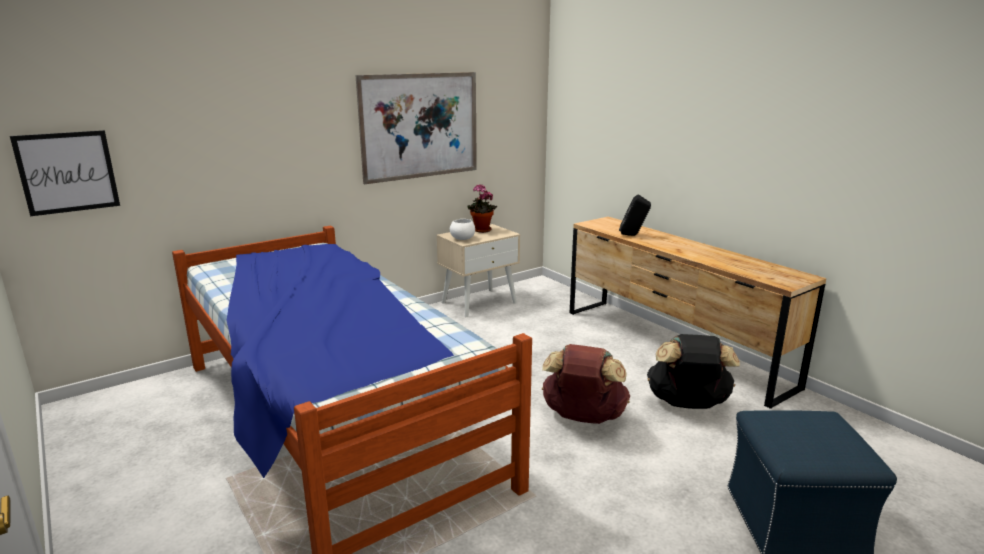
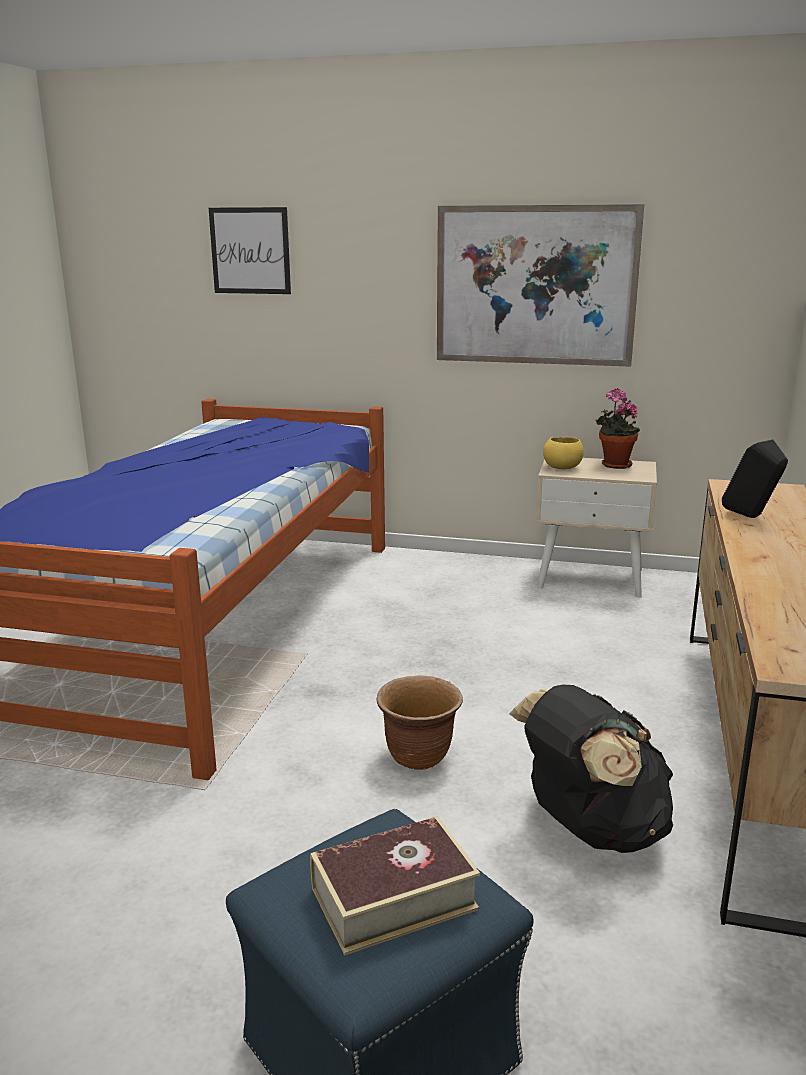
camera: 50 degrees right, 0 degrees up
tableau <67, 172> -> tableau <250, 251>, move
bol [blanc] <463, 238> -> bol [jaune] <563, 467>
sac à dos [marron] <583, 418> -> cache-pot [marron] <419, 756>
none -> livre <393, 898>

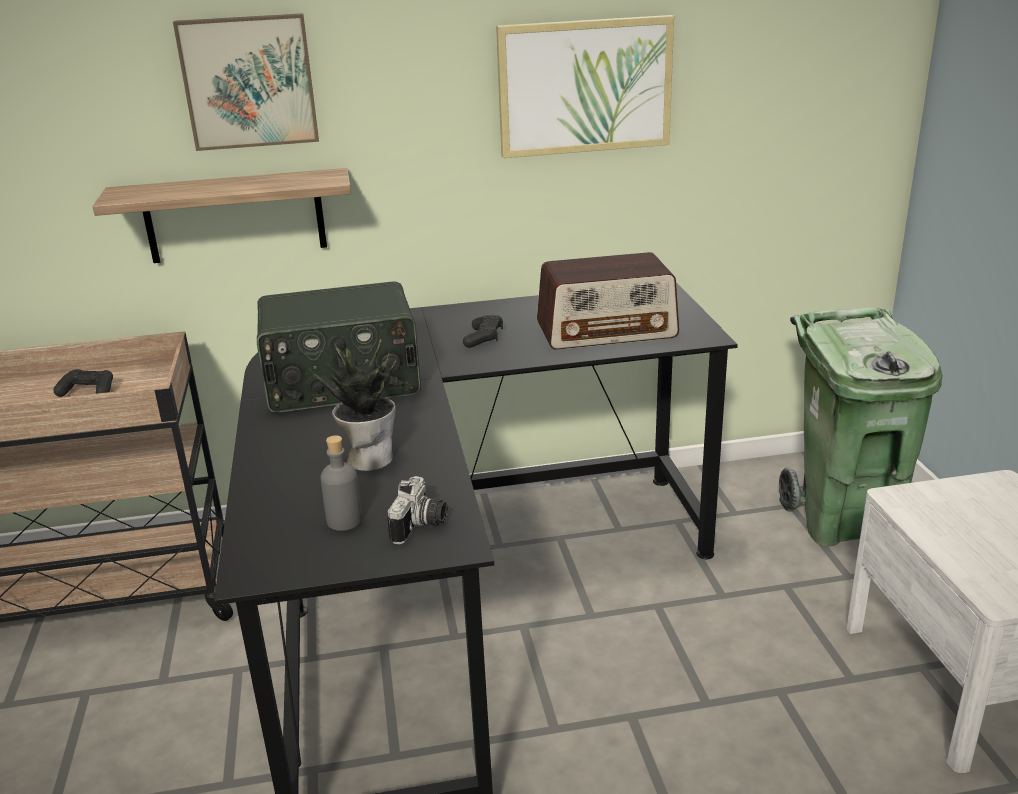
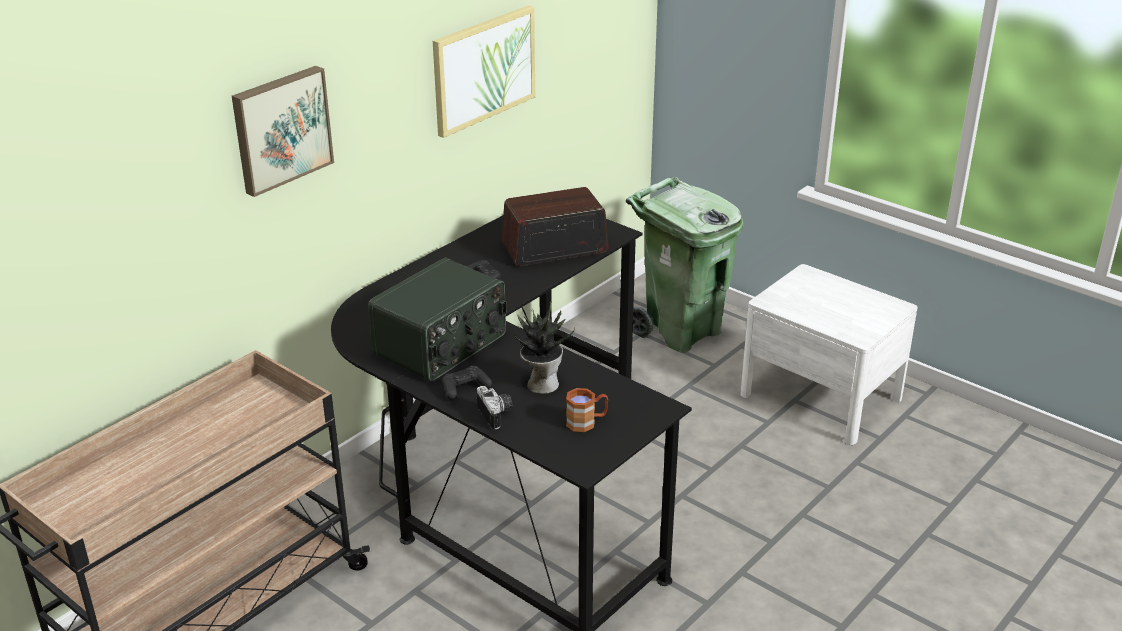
camera: 40 degrees left, 5 degrees up
étagère <235, 216> -> none
radio <607, 330> -> radio <554, 248>, 150 degrees counterclockwise
manette [noir] <88, 391> -> manette [noir] <465, 388>, move
bouteille [gris] <344, 521> -> mug [marron] <586, 422>
appareil photo <422, 526> -> appareil photo <497, 414>, move

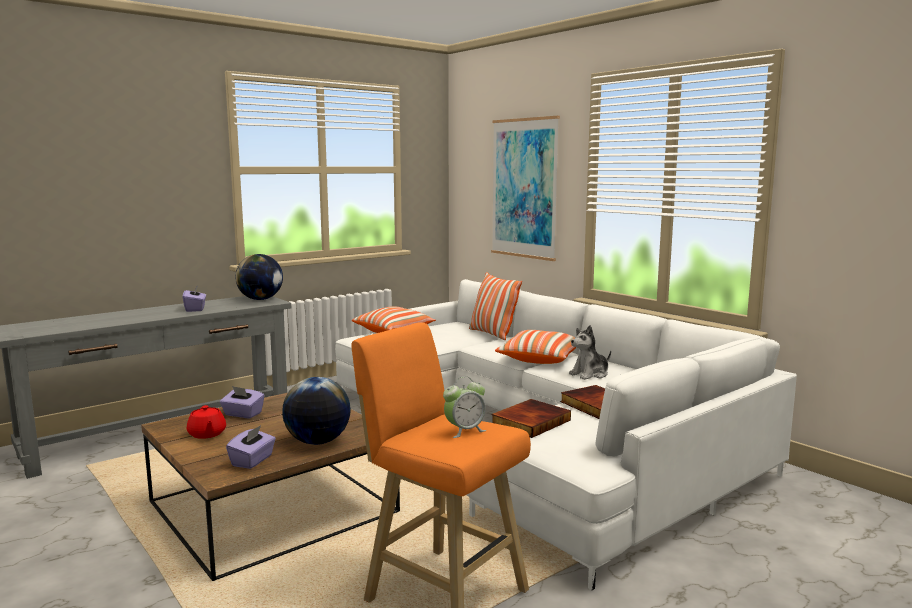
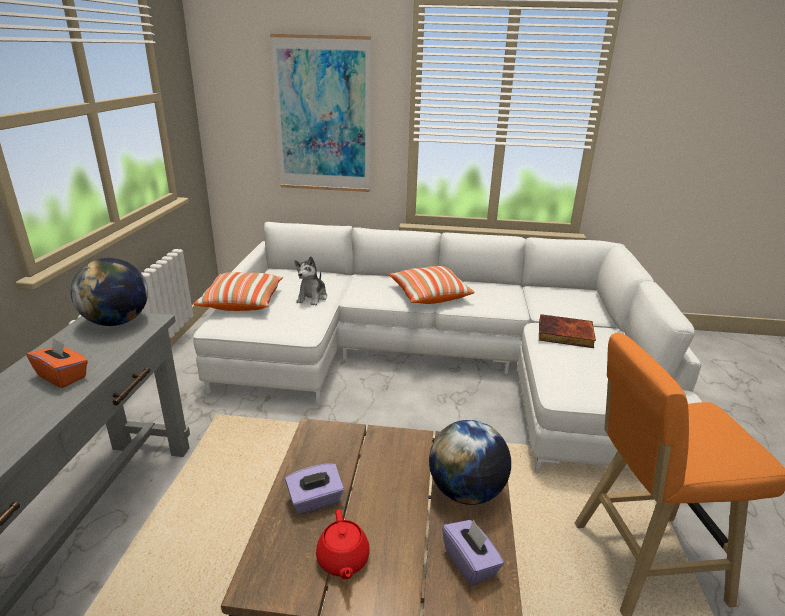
camera: 45 degrees left, 15 degrees up
coussin <492, 334> -> none
boîte à mouchoirs [violet] <195, 309> -> boîte à mouchoirs [orange] <63, 376>
peluche <590, 374> -> peluche <312, 297>, move
réveil <464, 431> -> none
livre <530, 421> -> none
théière [rouge] <207, 434> -> théière [rouge] <342, 560>, 60 degrees clockwise

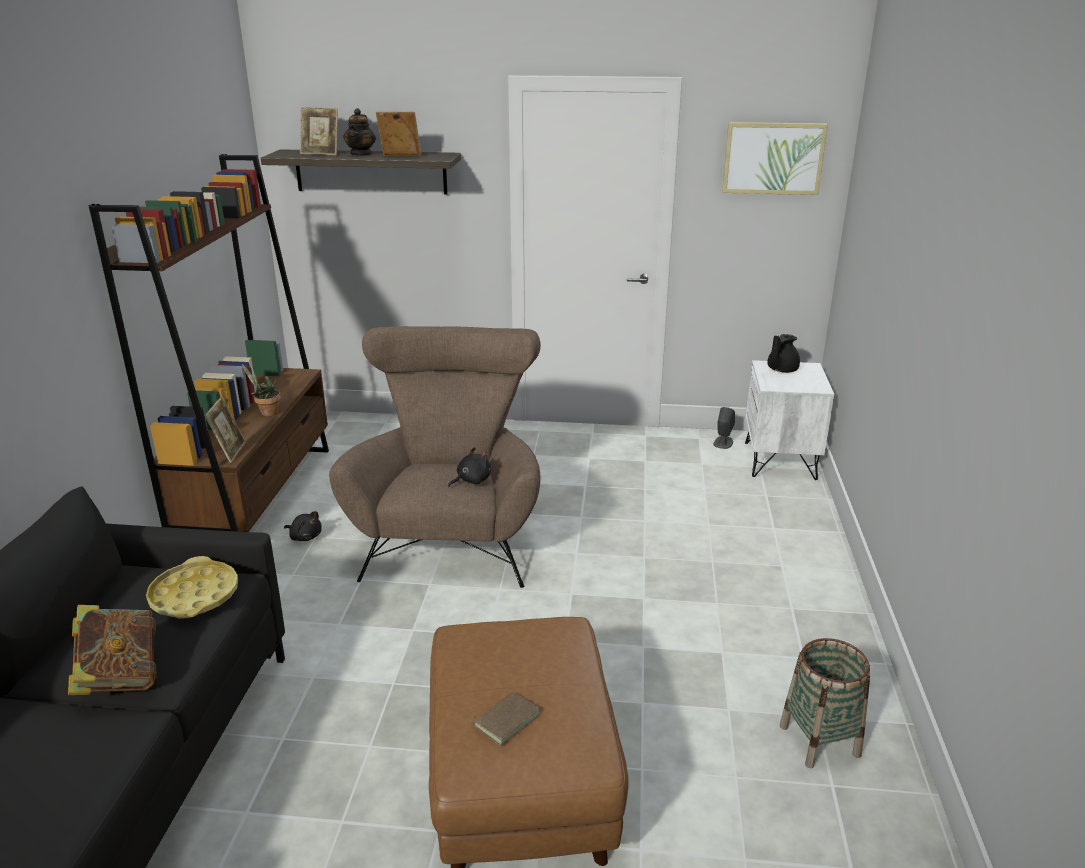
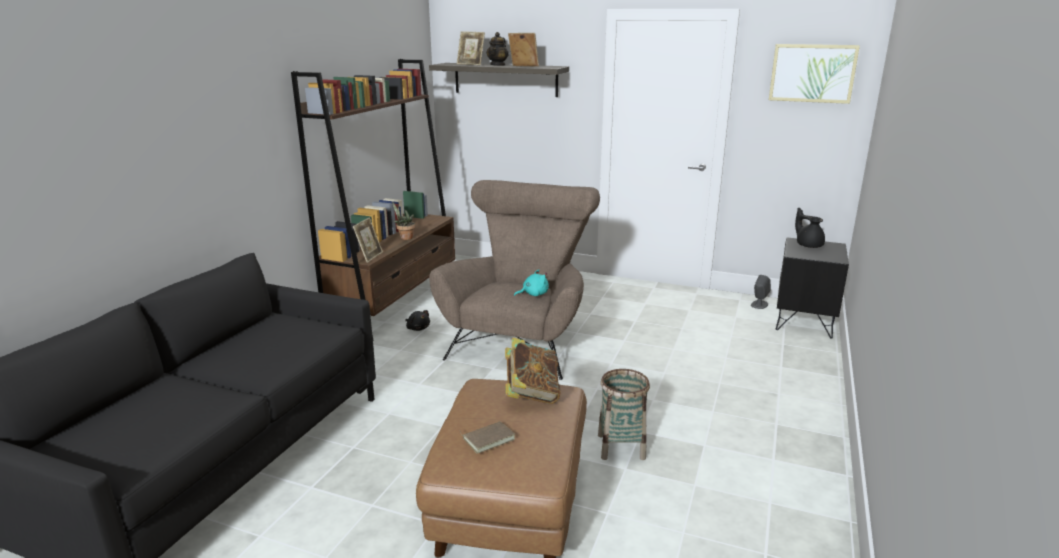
camera: 15 degrees right, 5 degrees down
théière [noir] <781, 370> -> théière [noir] <808, 245>, 90 degrees clockwise
table de chevet [blanc] <780, 461> -> table de chevet [noir] <804, 322>
peluche [noir] <471, 480> -> peluche [turquoise] <533, 294>
plateau [jaune] <194, 596> -> none
livre <120, 677> -> livre <531, 393>, move
panier <819, 740> -> panier <621, 447>, move

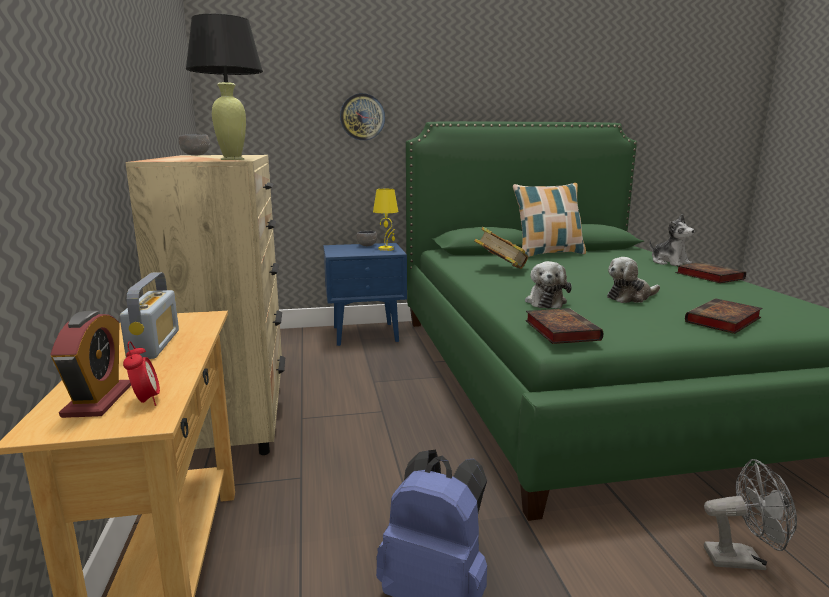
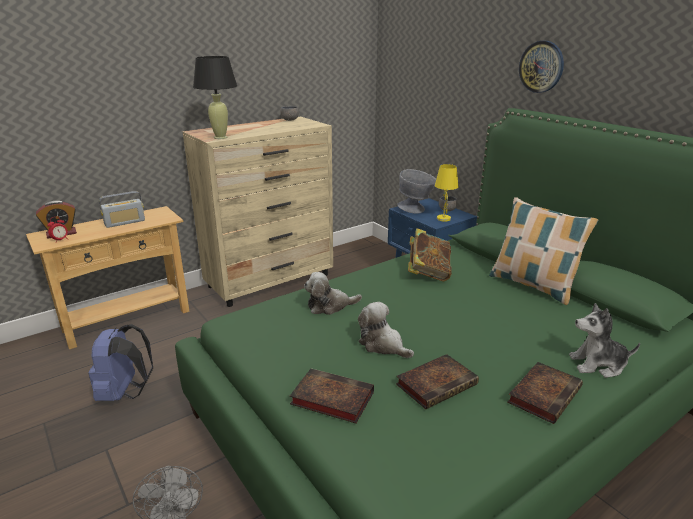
camera: 65 degrees right, 10 degrees up
horloge murale <362, 117> -> horloge murale <541, 67>, move
peluche <669, 262> -> peluche <598, 365>, 60 degrees clockwise
livre <559, 330> -> livre <437, 383>, move
none -> bol [gris] <416, 210>

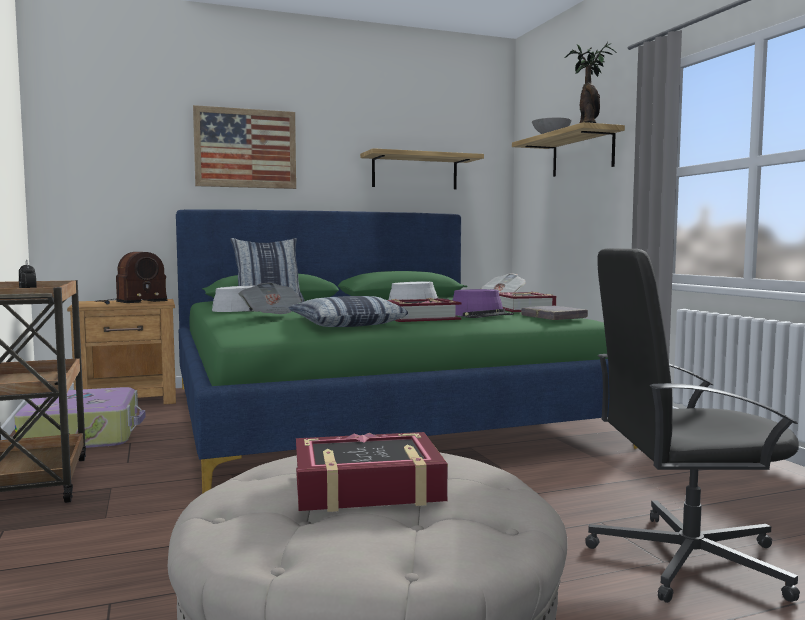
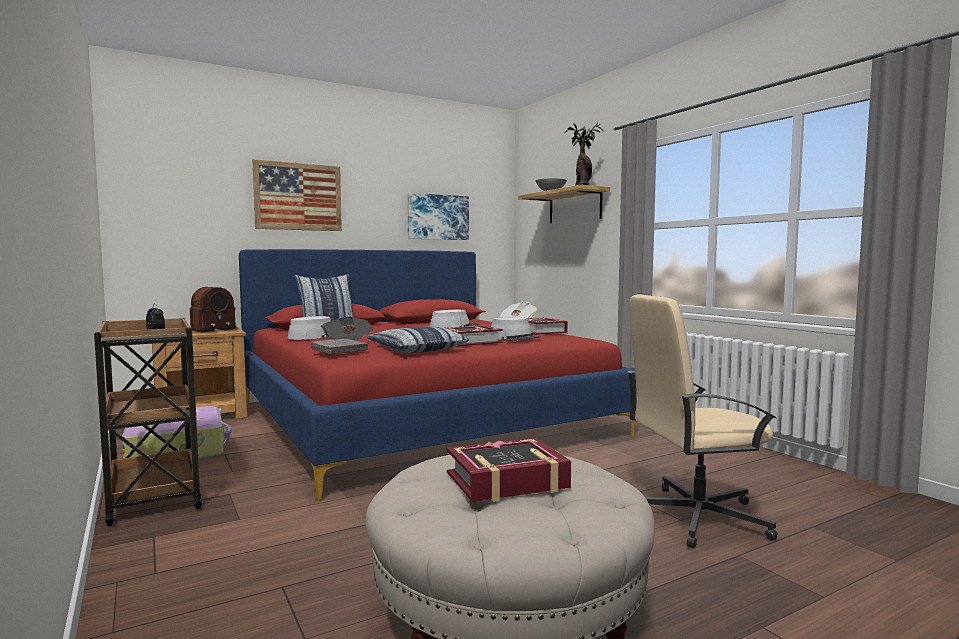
camera: 10 degrees left, 0 degrees up
étagère <415, 172> -> tableau <437, 217>
lit [vert] <372, 413> -> lit [rouge] <420, 418>
chaise de bureau [noir] <685, 559> -> chaise de bureau [beige] <695, 517>
chapeau [violet] <481, 315> -> chapeau [gris] <514, 338>
livre [gris] <553, 317> -> livre [gris] <339, 350>, move

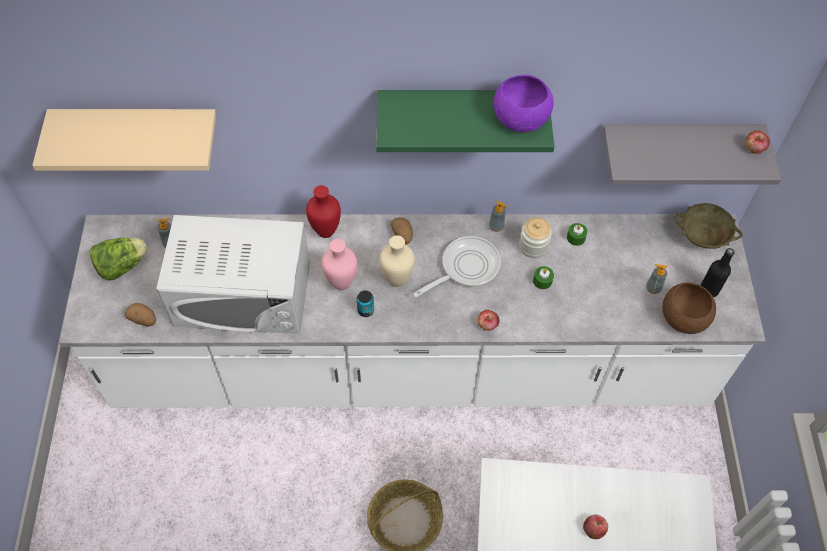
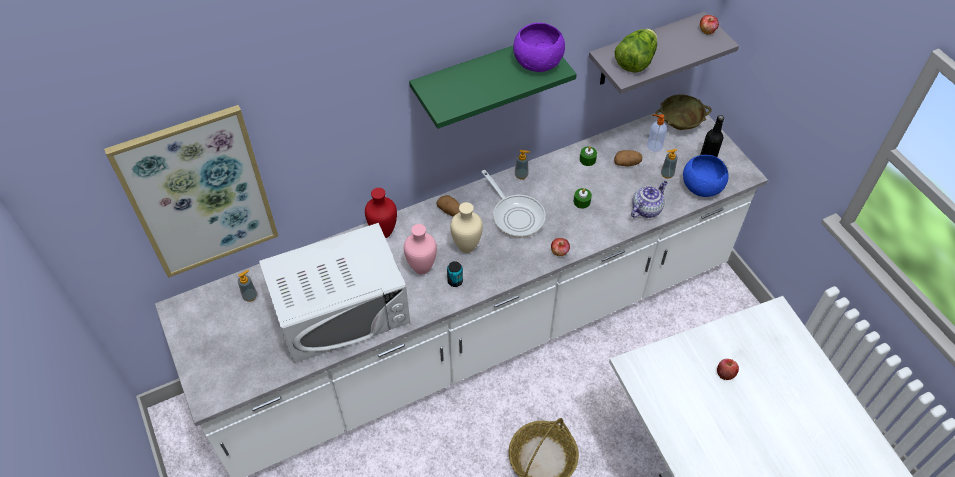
camera: 25 degrees left, 5 degrees down
étagère [beige] <138, 129> -> tableau <199, 194>
bocal <533, 246> -> none
poêle <465, 267> -> poêle <516, 215>, 120 degrees clockwise
laitue <122, 266> -> laitue <635, 62>, move
bol [marron] <683, 317> -> bol [bleu] <701, 186>
pomme de terre <143, 319> -> pomme de terre <627, 163>, move
none -> distributeur de savon <654, 146>
none -> théière <646, 209>

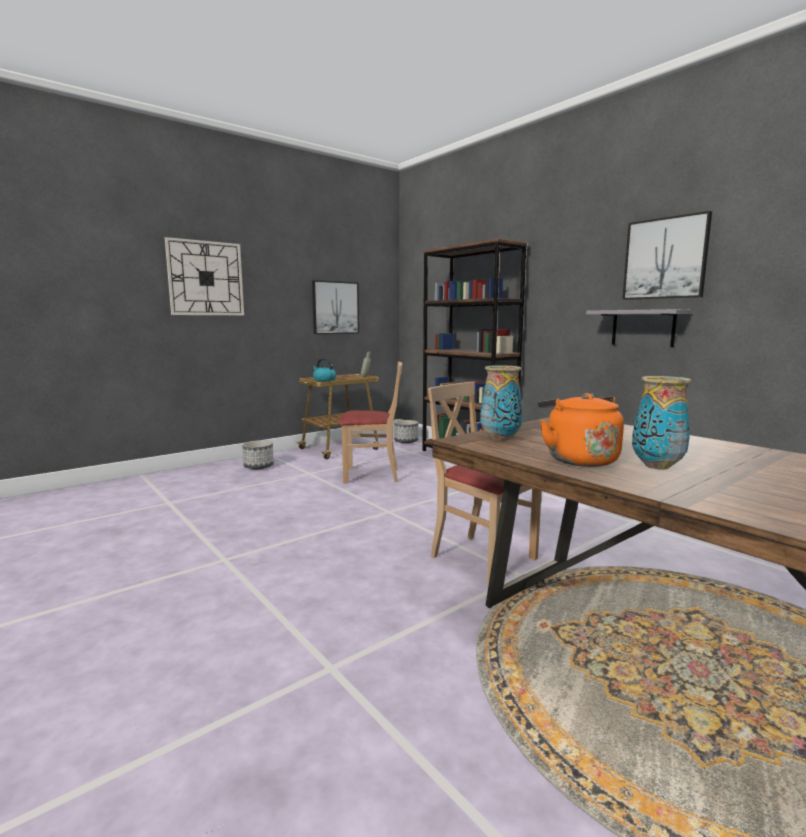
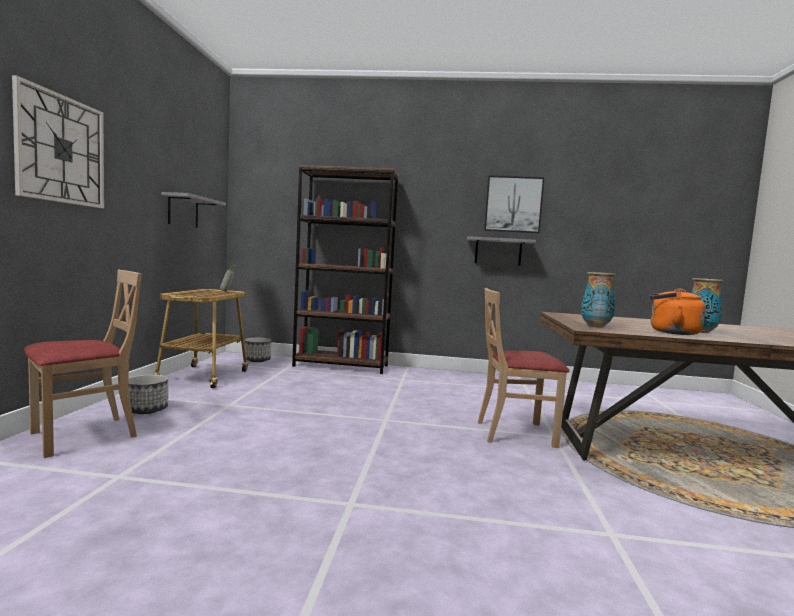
camera: 45 degrees left, 5 degrees down
tableau <335, 308> -> étagère [gris] <183, 211>
bouilloire <324, 380> -> none
chaise [beige] <371, 475> -> chaise [beige] <84, 435>, move

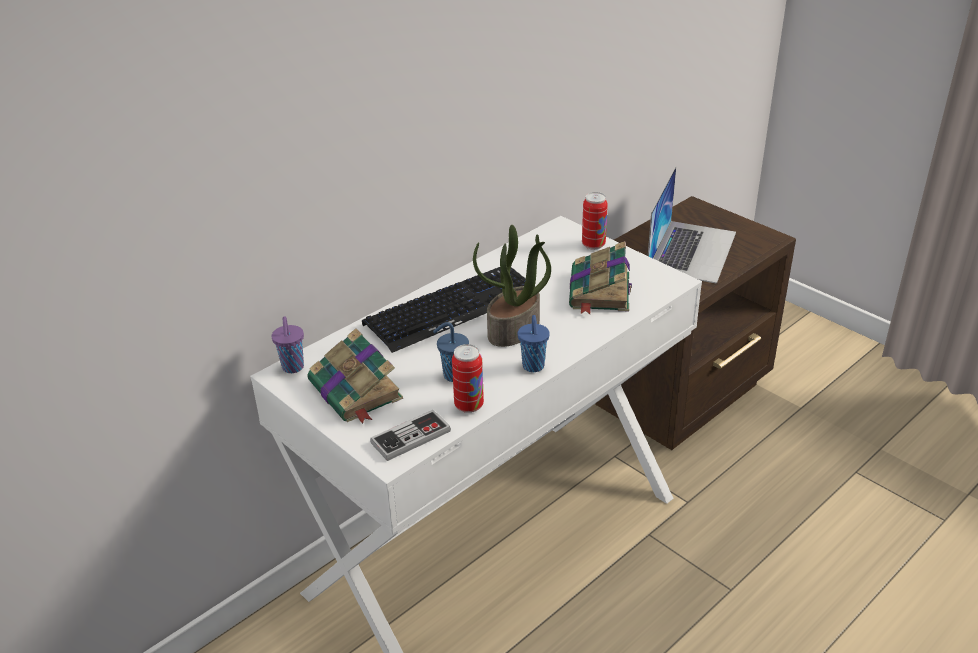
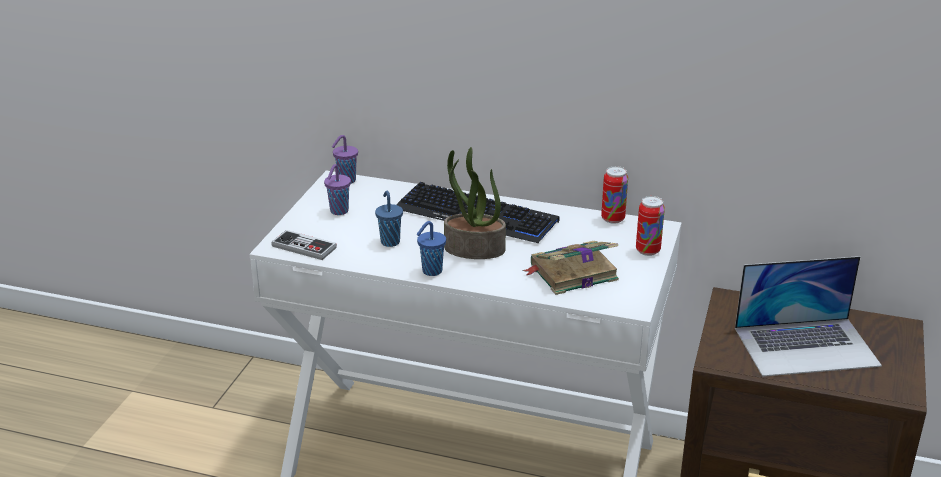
camera: 60 degrees right, 5 degrees down
livre <356, 392> -> tasse [violet] <338, 211>
boîte métallique <469, 405> -> boîte métallique <613, 219>, move

